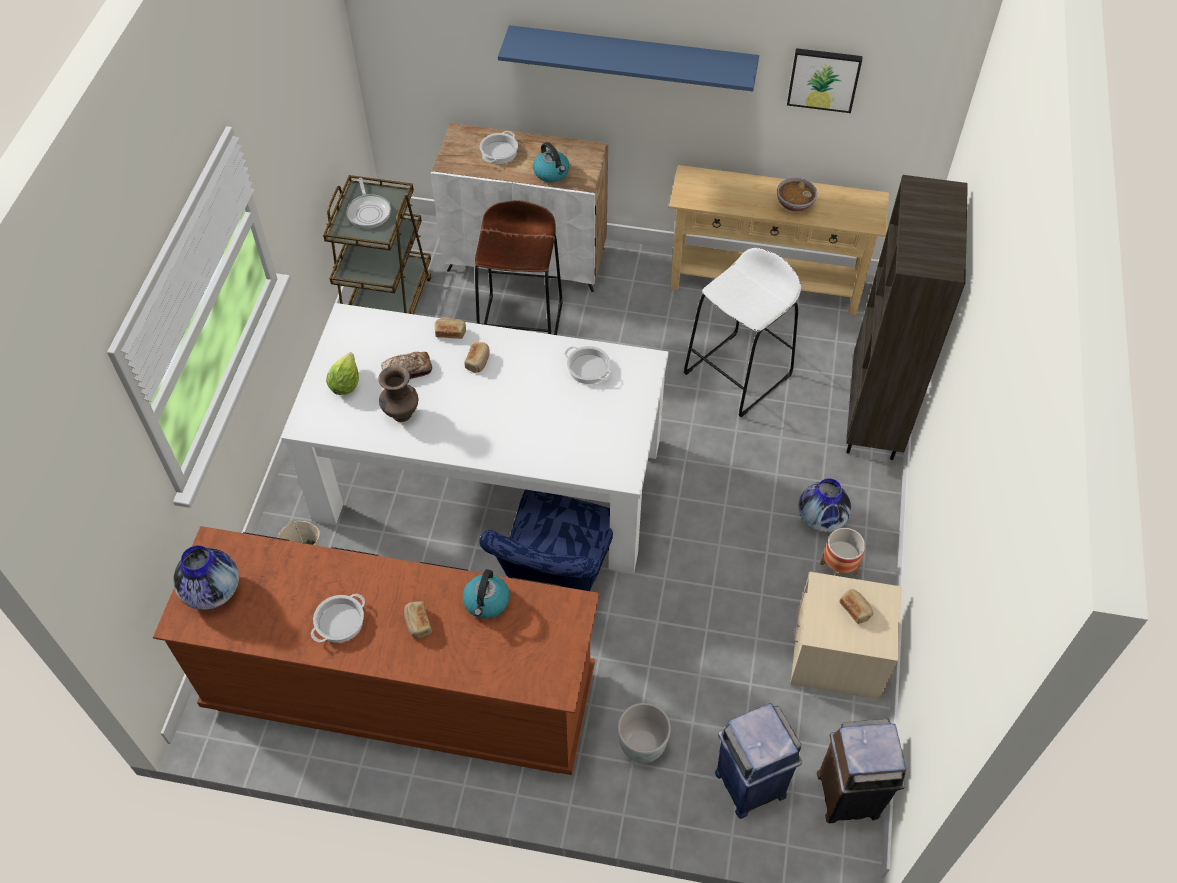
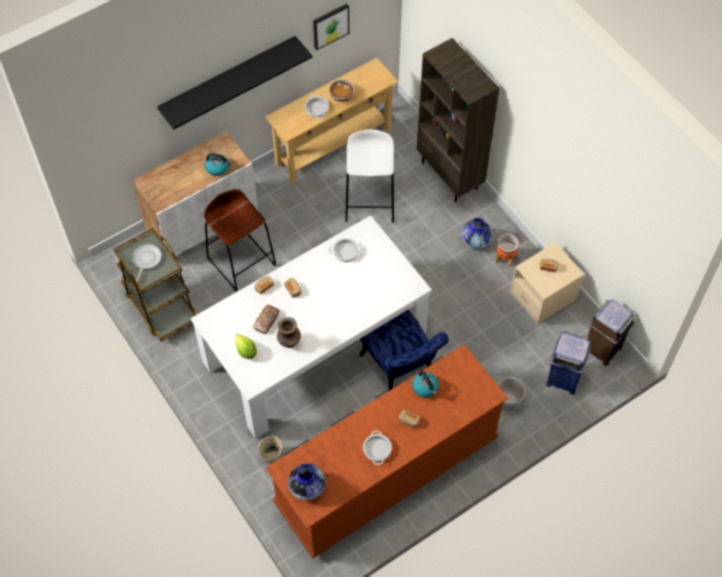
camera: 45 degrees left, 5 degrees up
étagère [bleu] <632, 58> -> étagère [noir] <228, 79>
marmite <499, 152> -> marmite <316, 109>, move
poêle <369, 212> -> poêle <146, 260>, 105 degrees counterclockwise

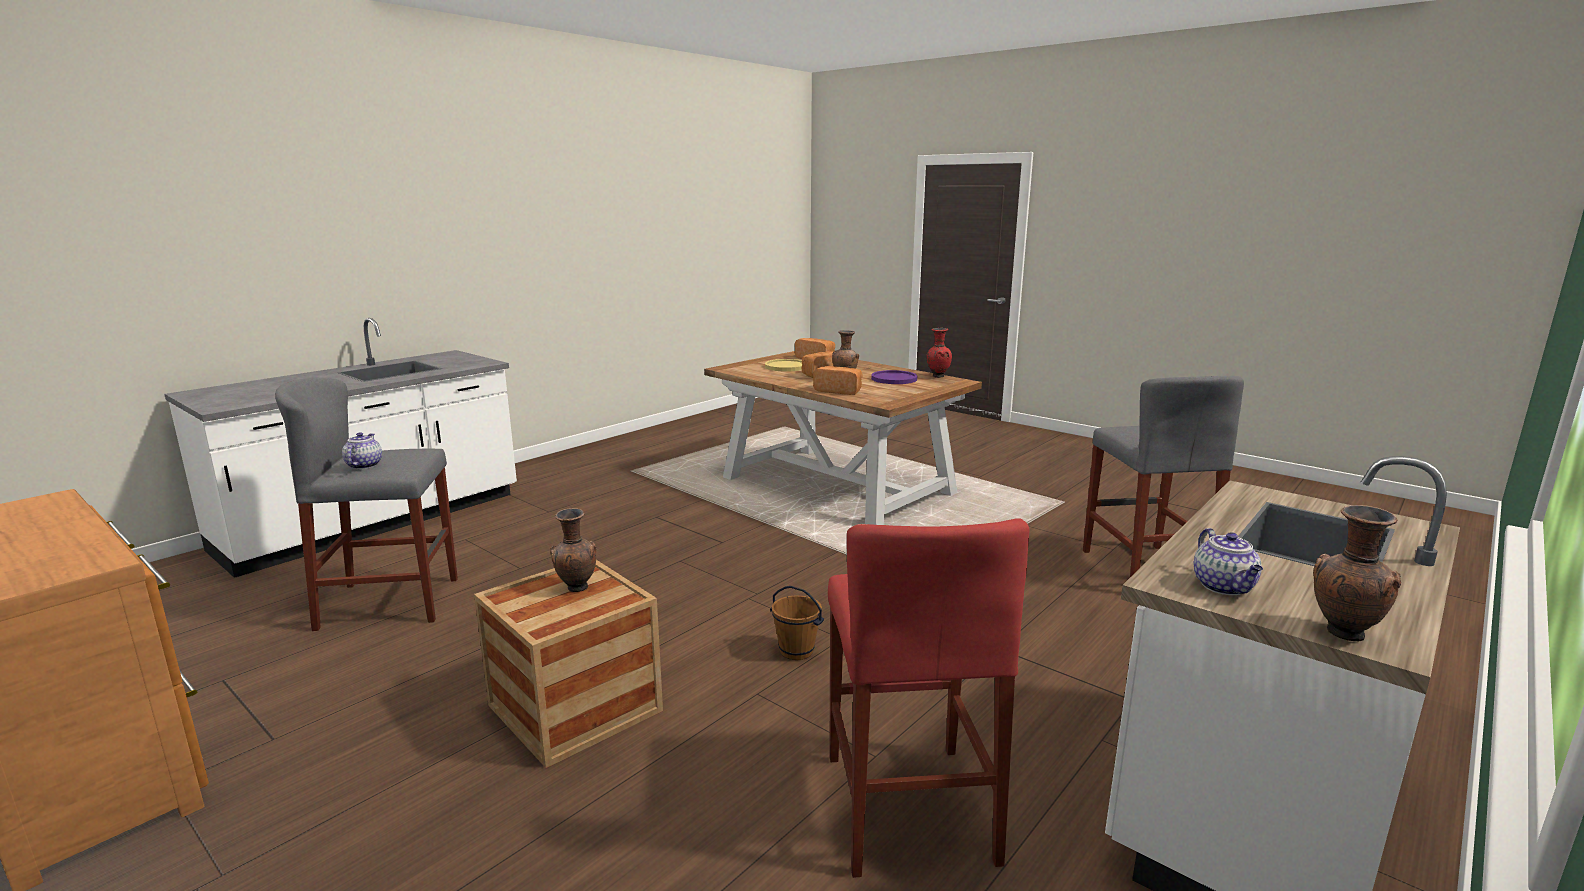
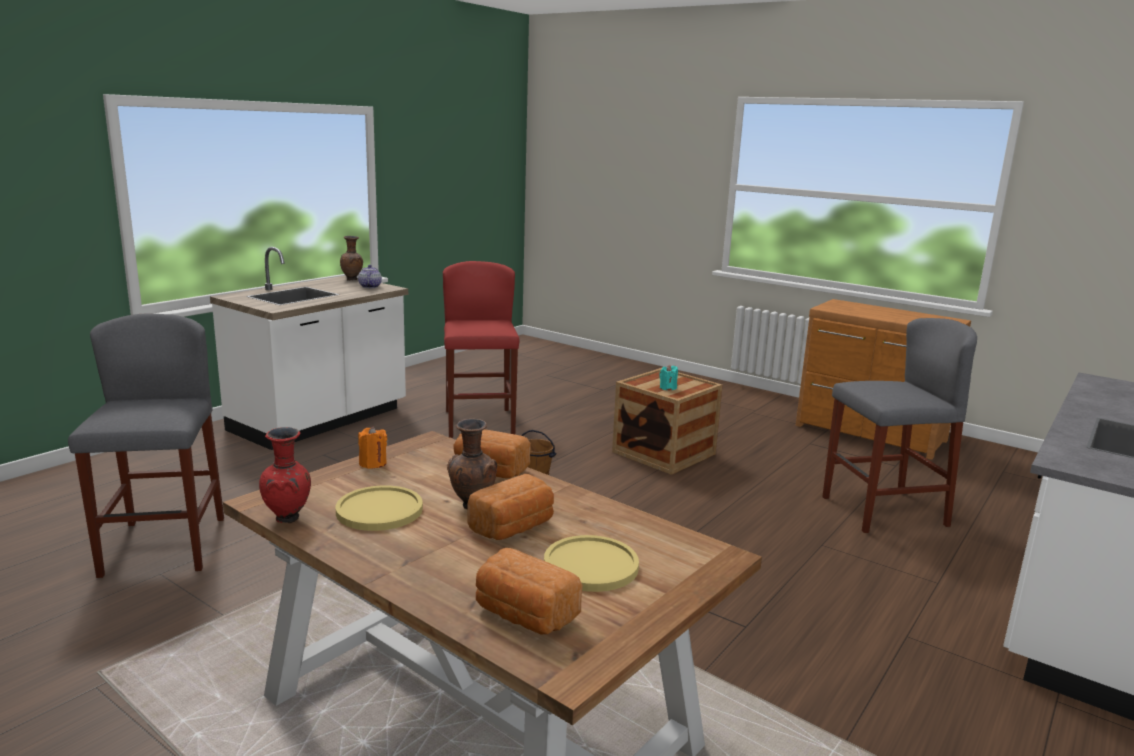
camera: 175 degrees right, 0 degrees up
assiette [violet] <894, 379> -> assiette [jaune] <379, 510>
théière <364, 465> -> none
vase [marron] <576, 589> -> bougie [turquoise] <667, 388>
none -> bougie [orange] <373, 463>

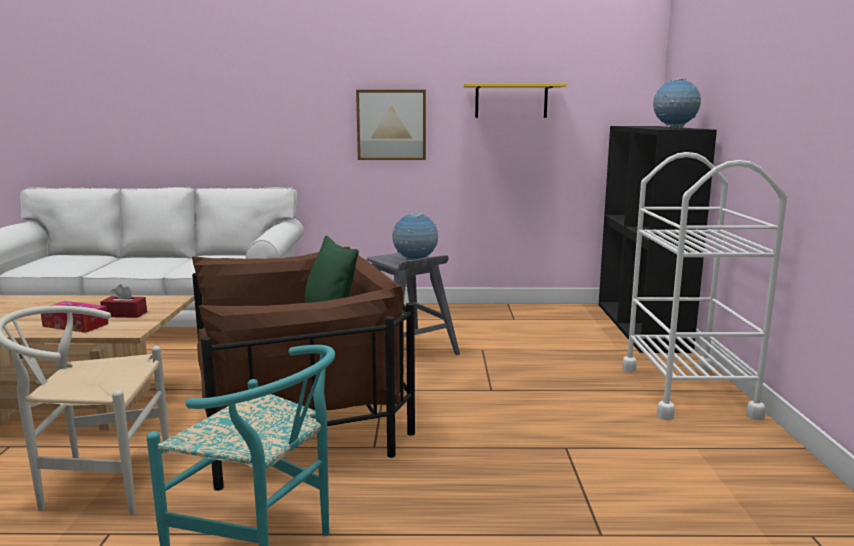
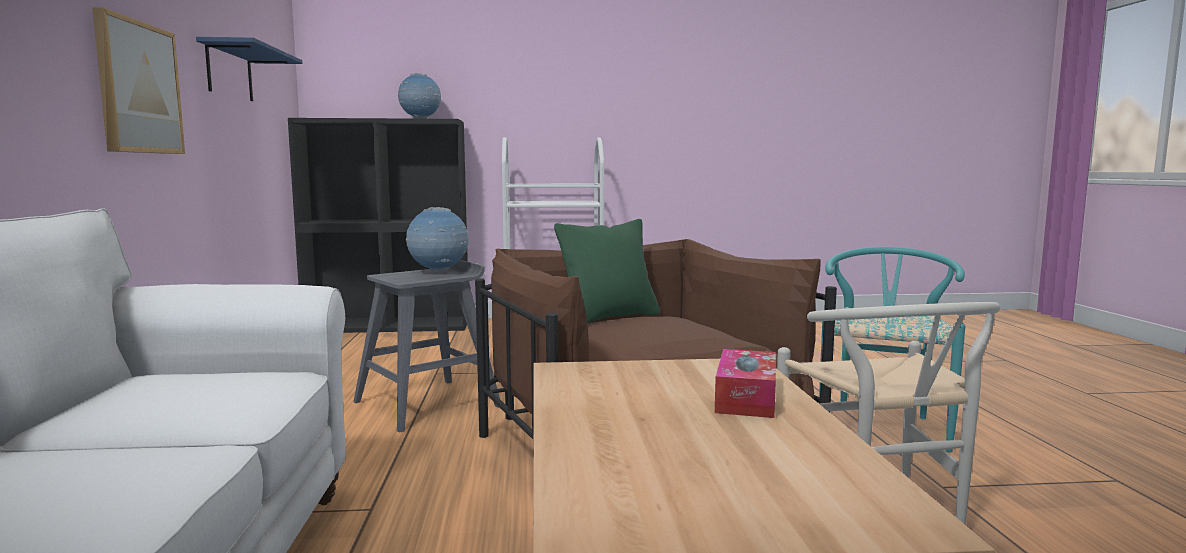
camera: 95 degrees left, 5 degrees down
étagère [jaune] <511, 101> -> étagère [bleu] <229, 72>
boîte à mouchoirs [rouge] <124, 314> -> none

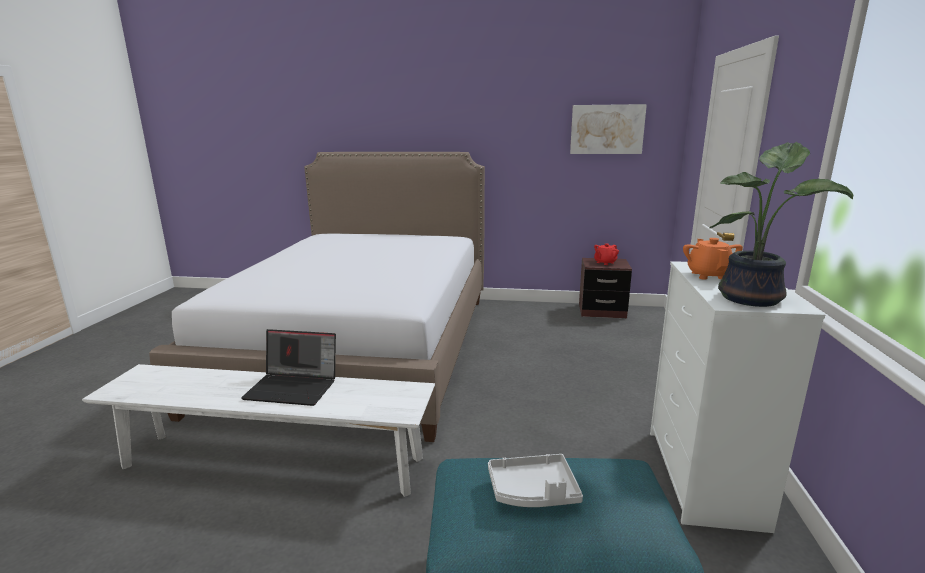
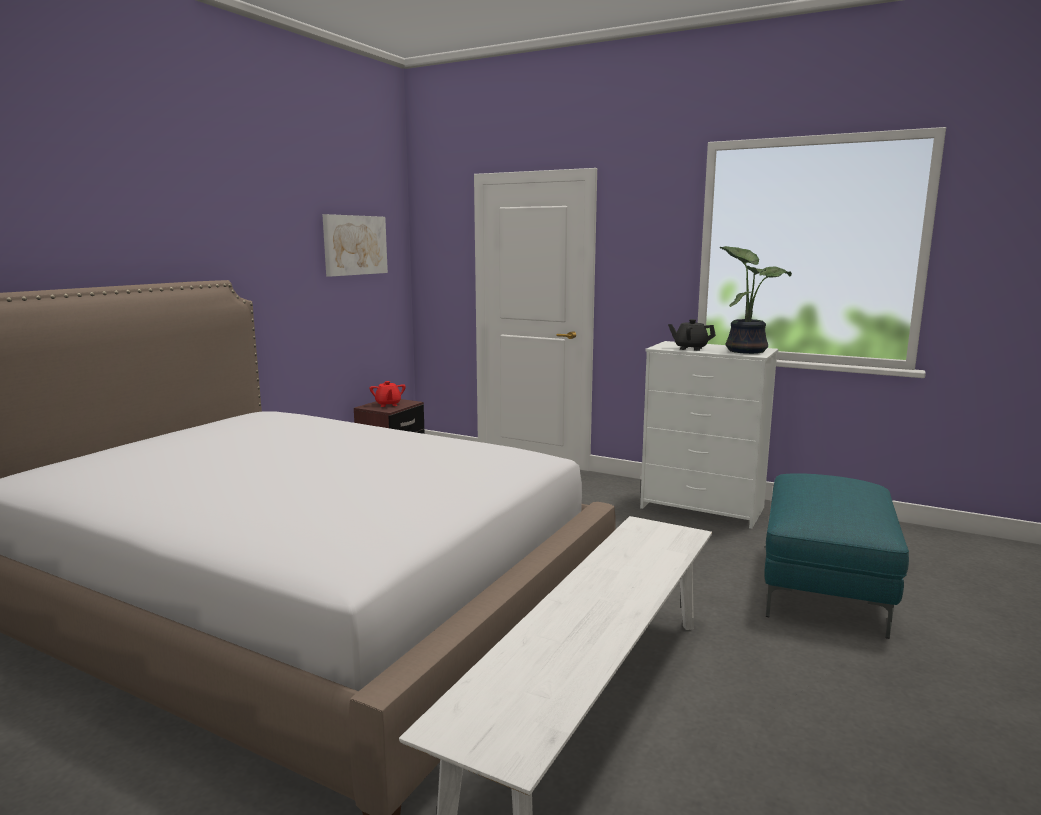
camera: 70 degrees left, 5 degrees down
théière [orange] <708, 275> -> théière [noir] <690, 348>
ordinateur portable <294, 387> -> none
plateau [gris] <533, 491> -> none

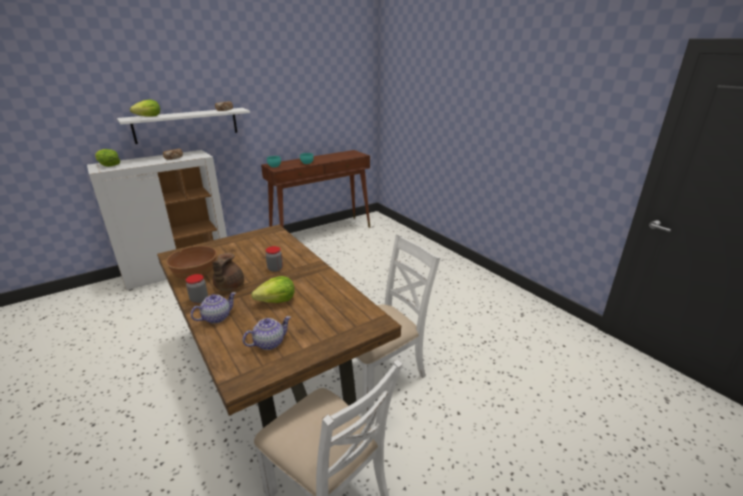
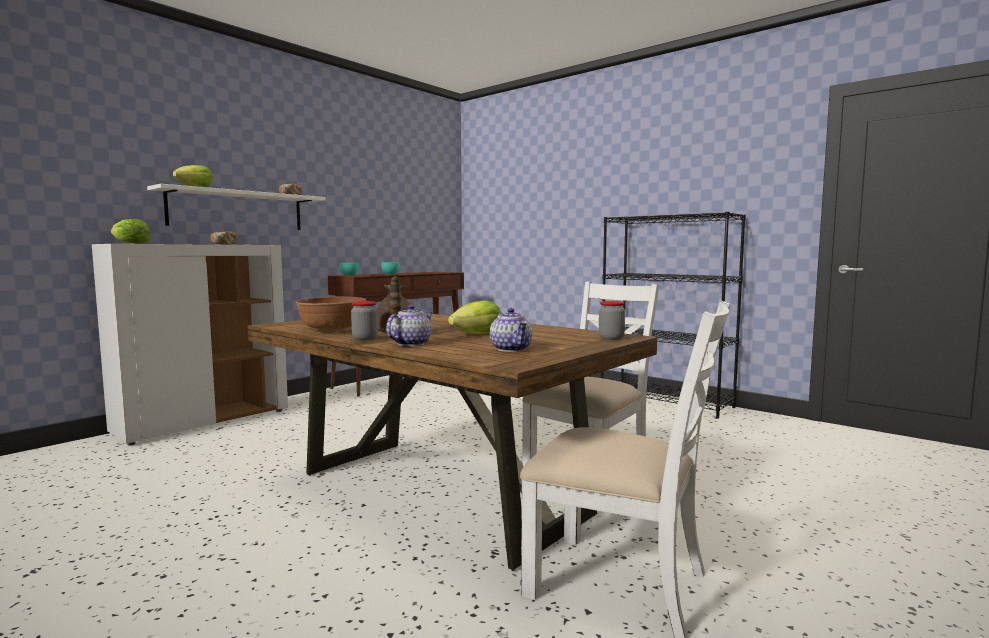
camera: 15 degrees left, 20 degrees down
bocal <275, 269> -> bocal <611, 338>, move
théière <269, 343> -> théière <511, 349>, 120 degrees clockwise
none -> bibliothèque [noir] <666, 401>

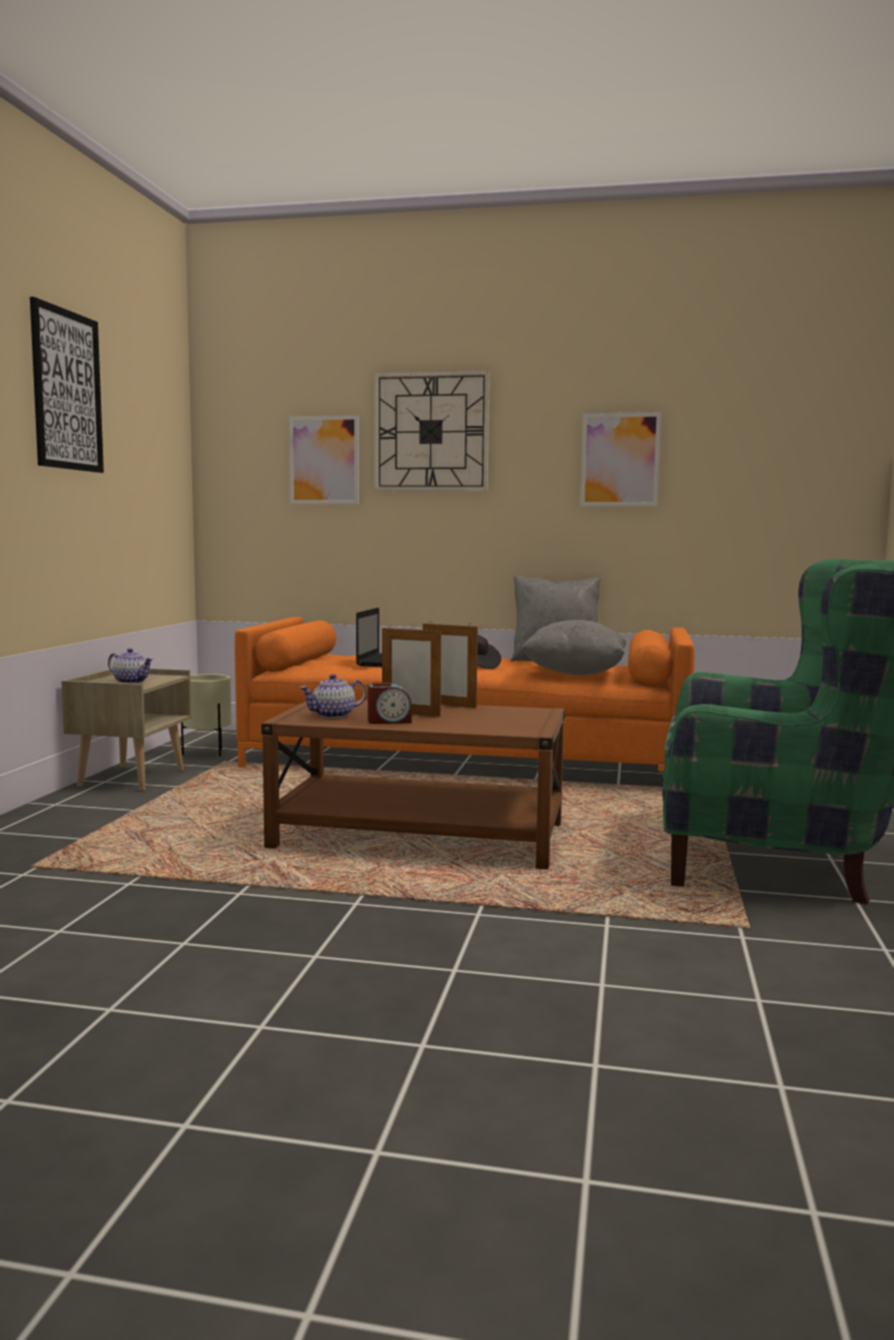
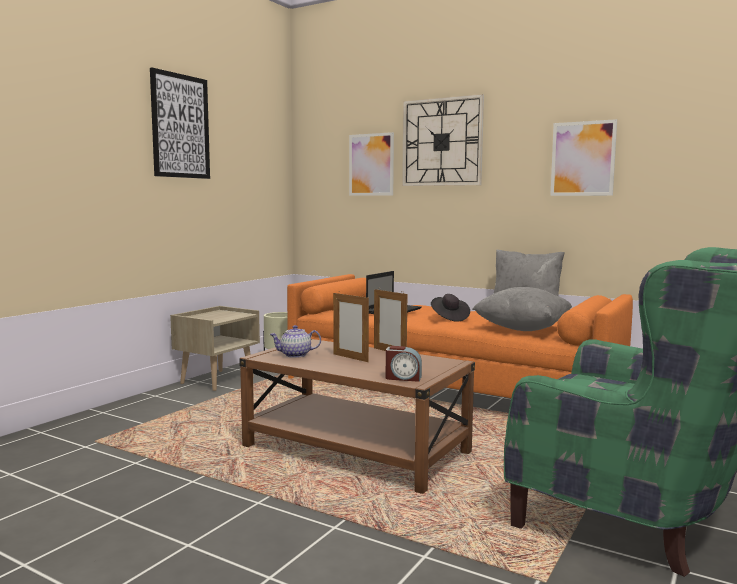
camera: 20 degrees right, 0 degrees up
théière <131, 681> -> none
réveil <389, 721> -> réveil <403, 378>, move

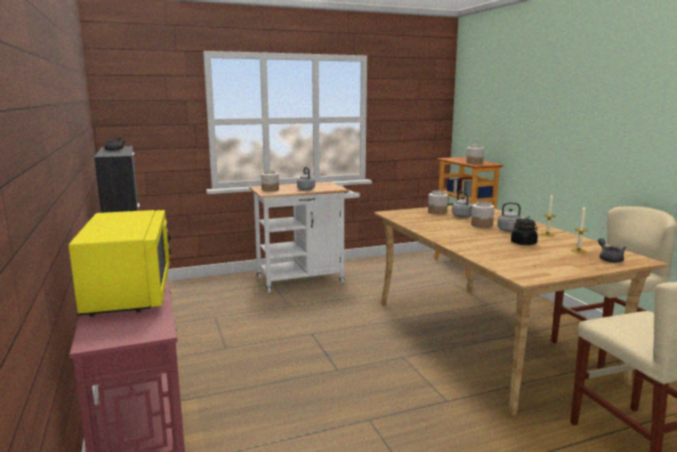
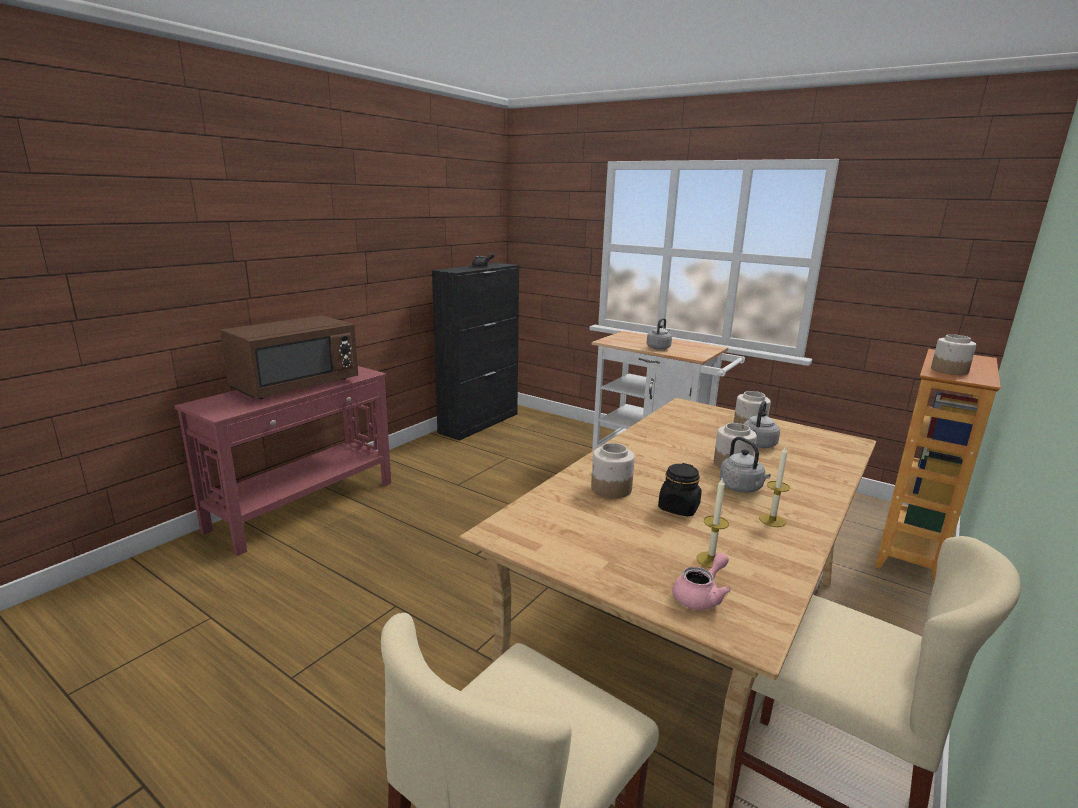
camera: 55 degrees right, 5 degrees up
bocal <270, 190> -> bocal <611, 489>, move
micro-ondes [jaune] <129, 293> -> micro-ondes [marron] <296, 386>
théière [gris] <609, 259> -> théière [rose] <701, 596>

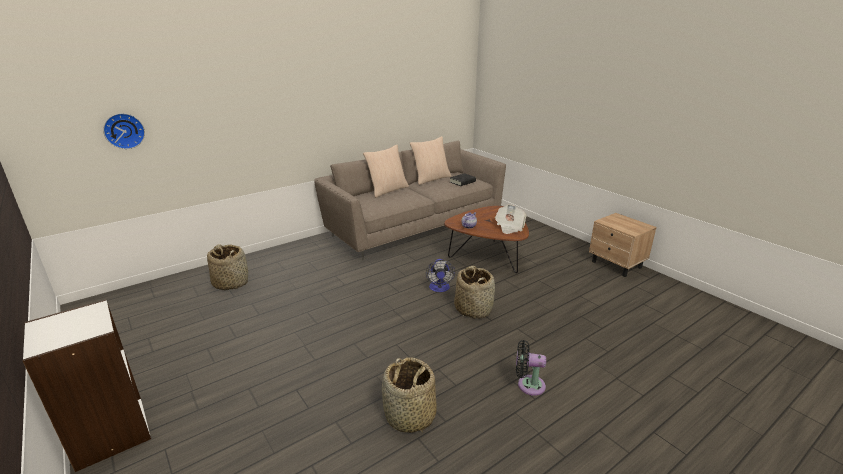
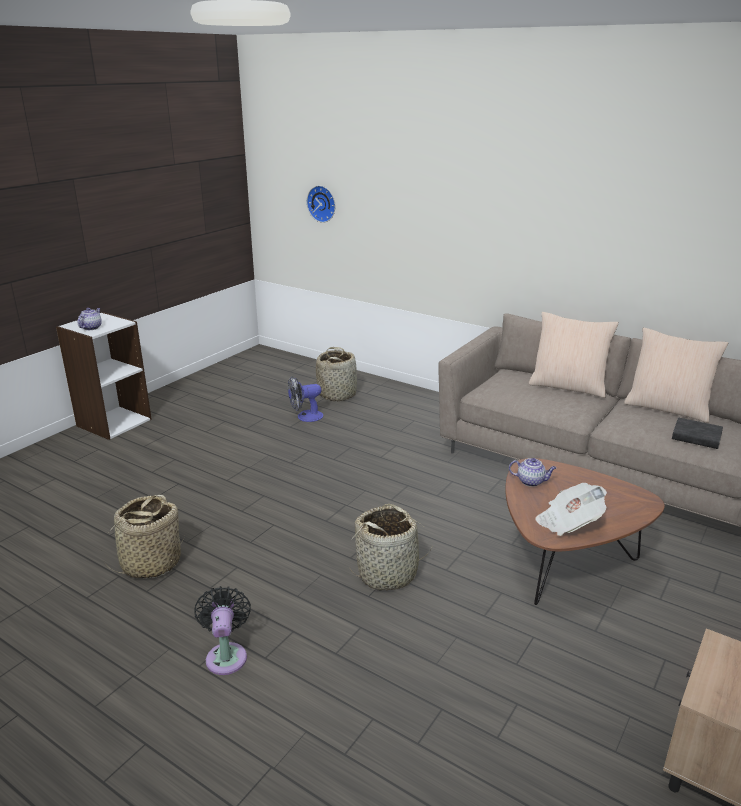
camera: 70 degrees right, 0 degrees up
ventilateur <439, 288> -> ventilateur <305, 417>, move
none -> théière <91, 327>

